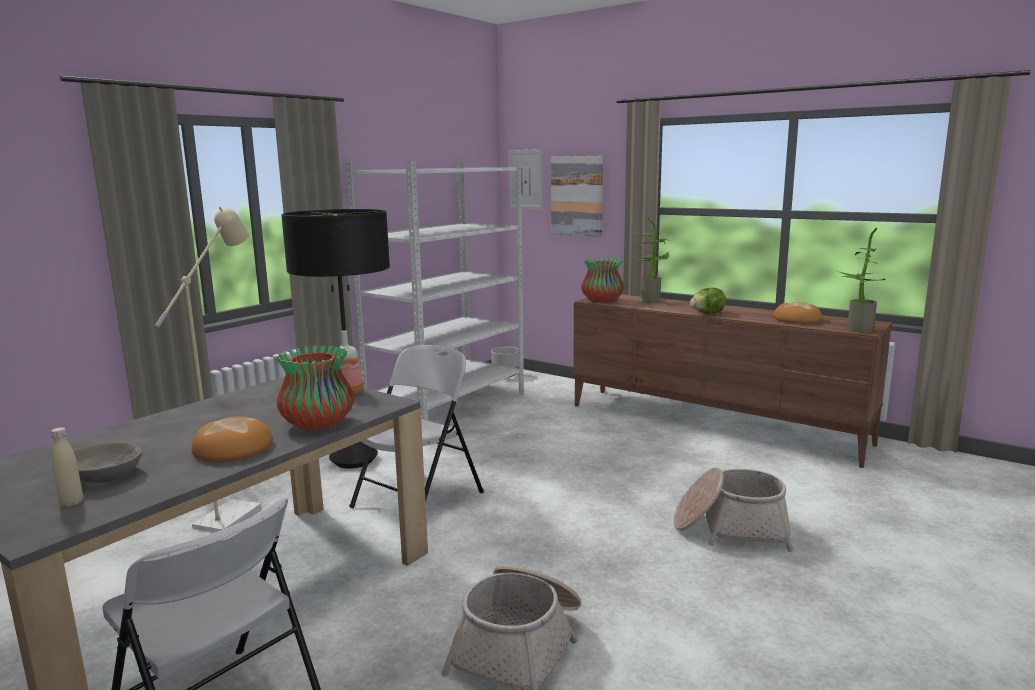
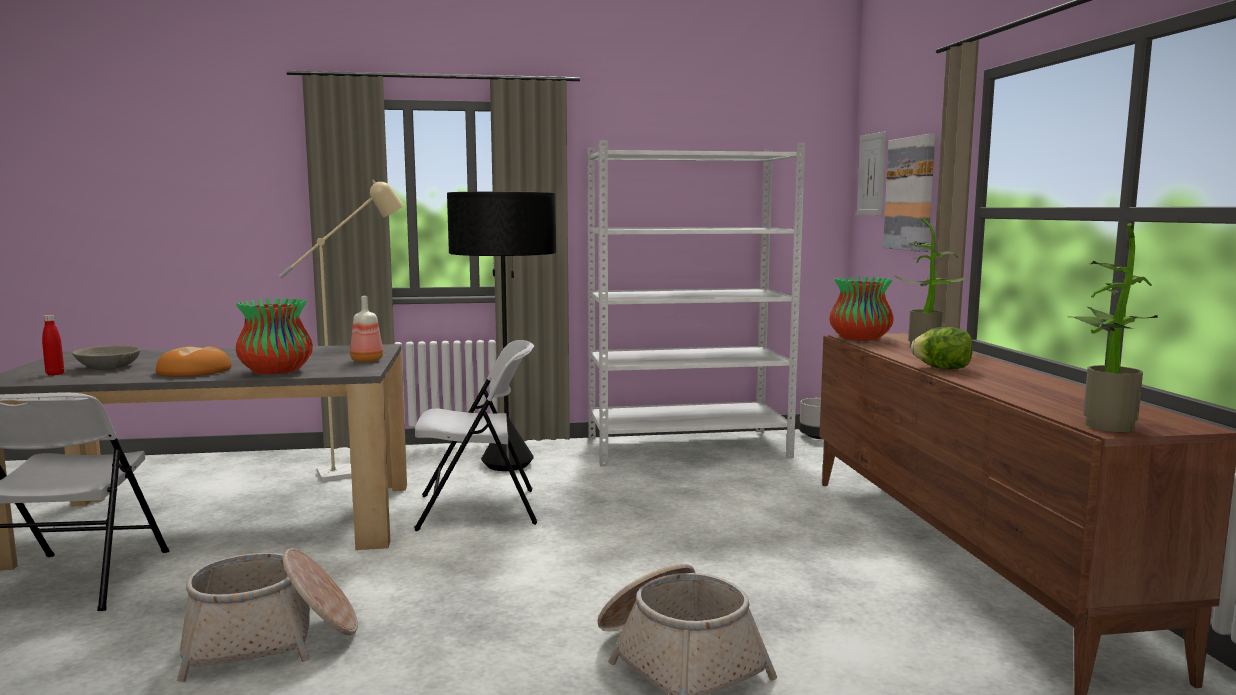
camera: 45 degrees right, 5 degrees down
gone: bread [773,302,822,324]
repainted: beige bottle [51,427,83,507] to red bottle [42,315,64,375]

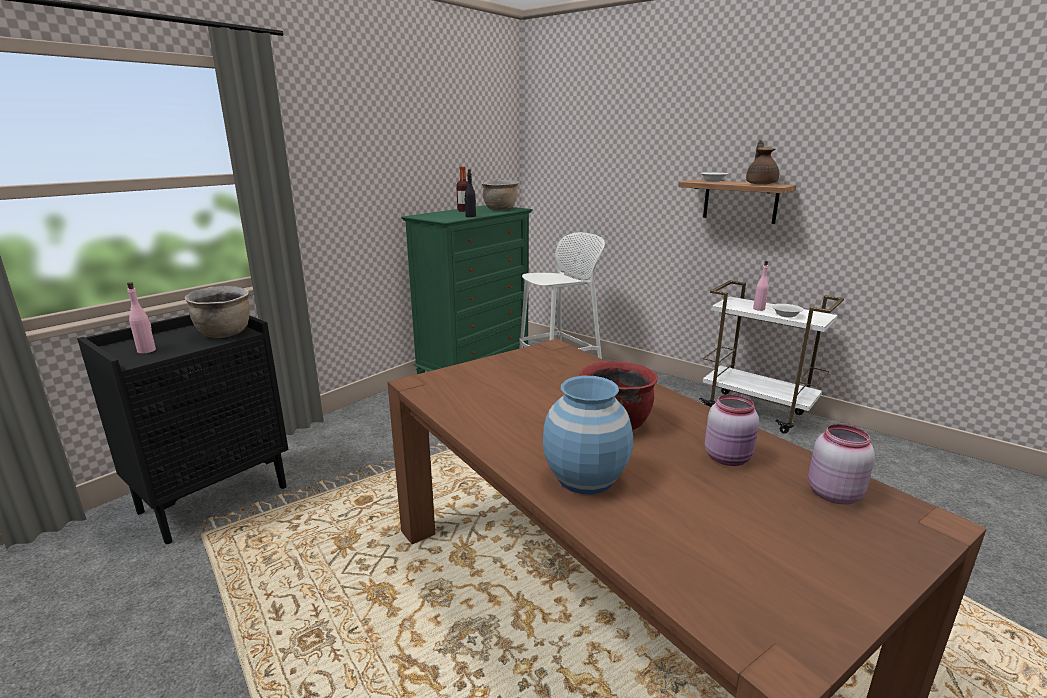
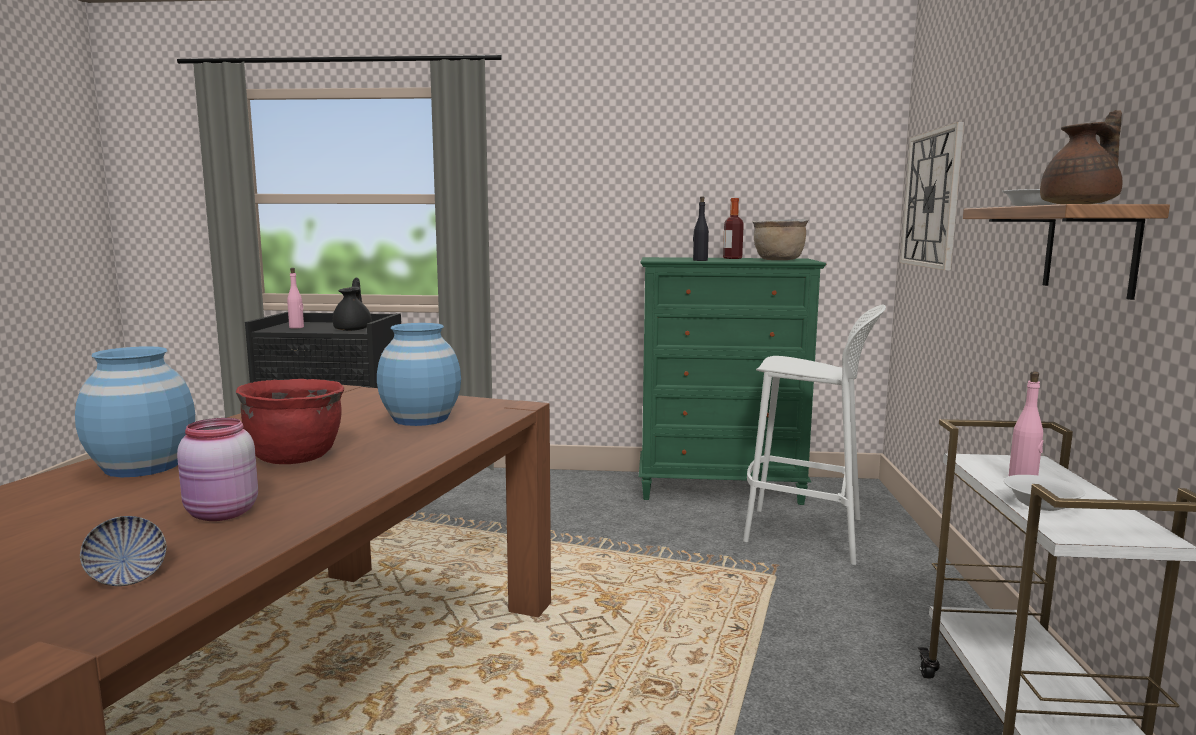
camera: 55 degrees right, 10 degrees down
new: wall clock [900,122,964,270]; blue vase [377,323,461,426]
swapped: brown cooking pot [185,286,250,338] to black teapot [333,277,372,331]; pink jar [808,424,875,505] to bowl [80,516,167,586]

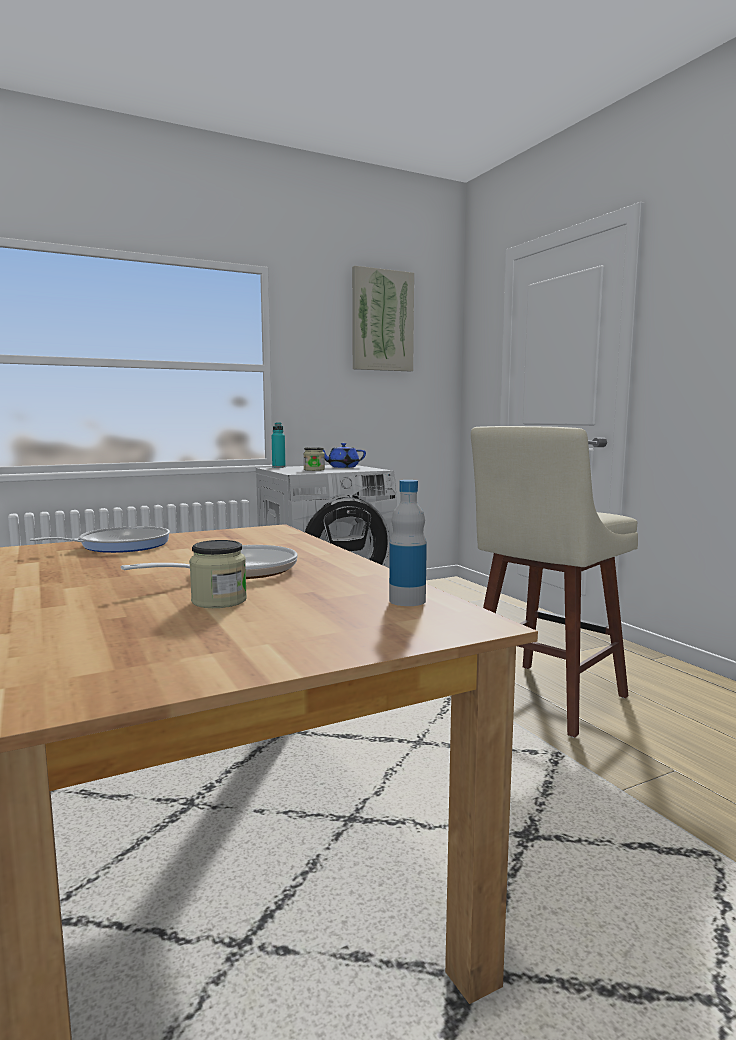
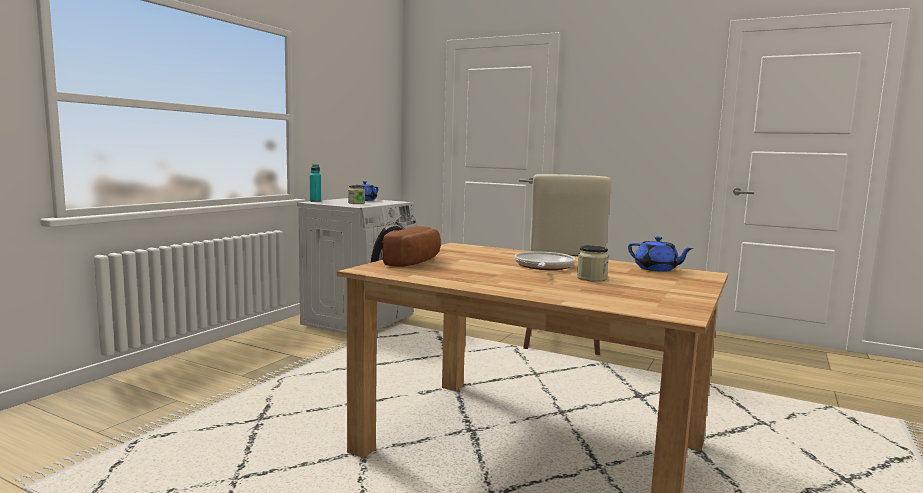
camera: 35 degrees left, 0 degrees up
gone: picture [352,266,414,371]
swapped: bottle [389,480,427,606] to blue teapot [628,236,694,272]; frying pan [29,526,170,553] to bread [383,226,441,267]

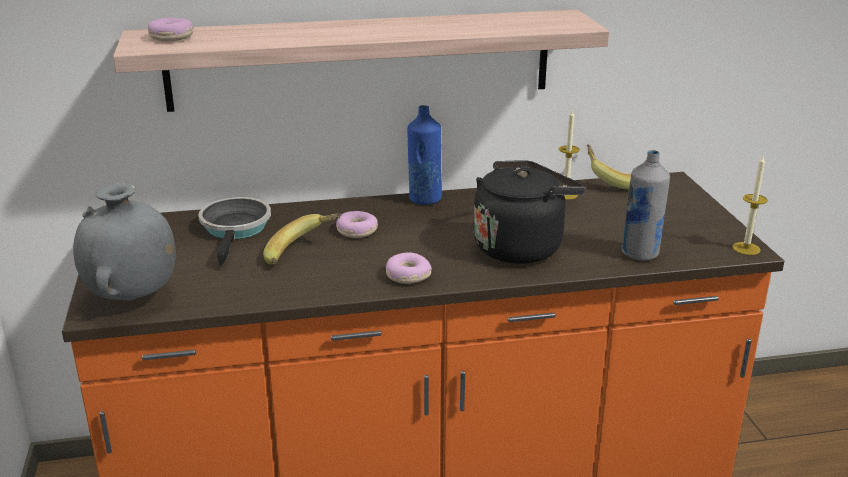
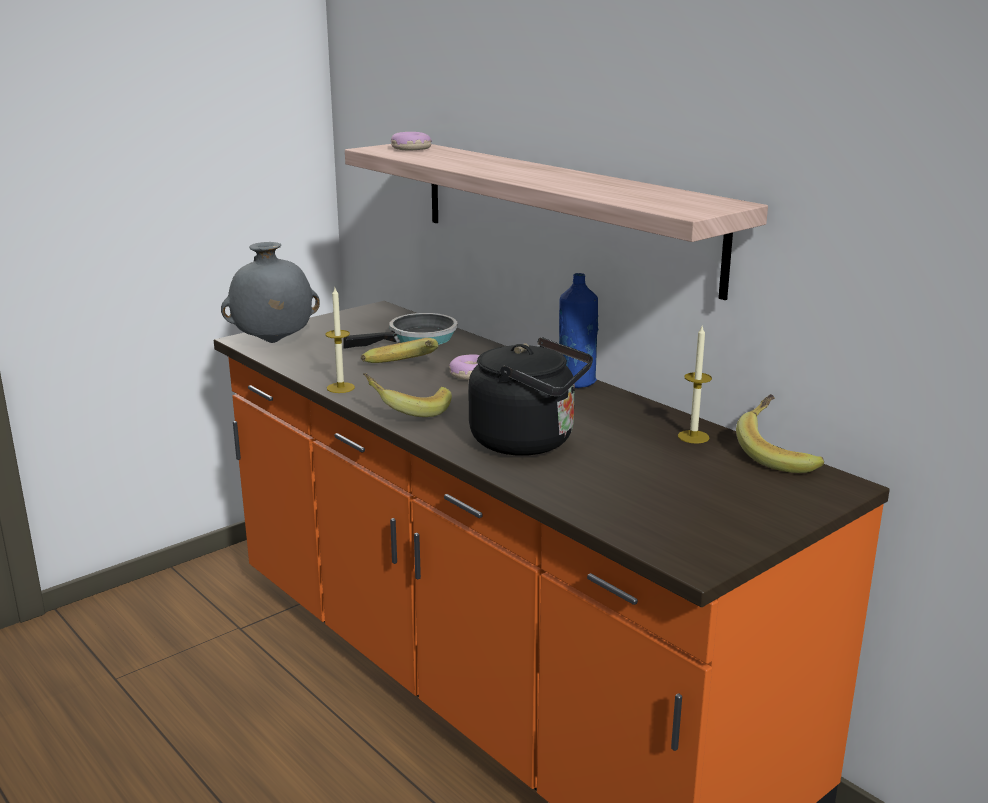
camera: 60 degrees right, 5 degrees down
gone: grey bottle [621,150,670,261]
shifted: candle [732,154,768,255] to [326,288,355,393]
swapped: donut [386,252,432,284] to banana [363,373,452,417]

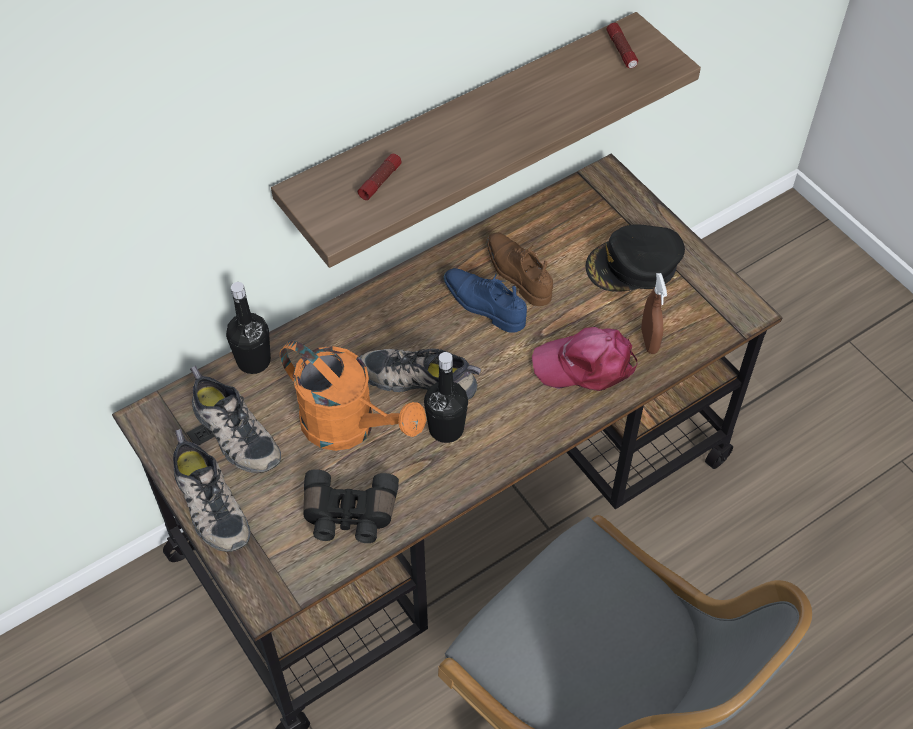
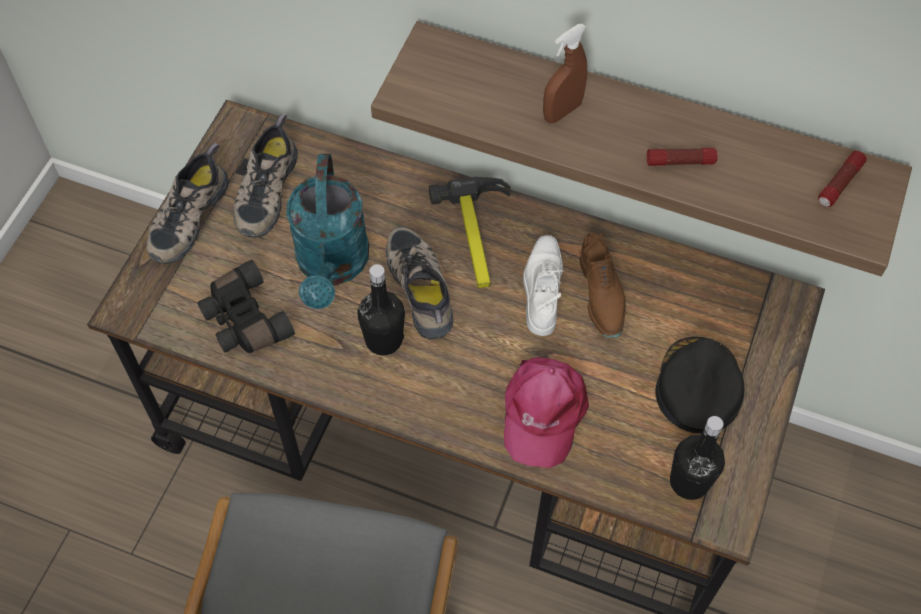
camera: 55 degrees right, 5 degrees up
new: hammer [429,177,511,288]
shifted: flashlight [358,154,401,200] to [647,148,718,166]; brown spray bottle [641,273,667,354] to [543,24,587,123]; black bottle [226,282,271,374] to [670,416,725,500]
repainted: blue shoe [443,268,527,333] to white shoe [523,235,563,336]; orange watering can [280,341,426,451] to turquoise watering can [286,154,369,309]
rotated: black cap [586,225,685,292] = [656,337,744,434] 60 degrees clockwise; brown shoe [487,233,553,306] = [580,232,626,338] 150 degrees clockwise; pink cap [532,327,637,391] = [504,357,589,468] 135 degrees counterclockwise

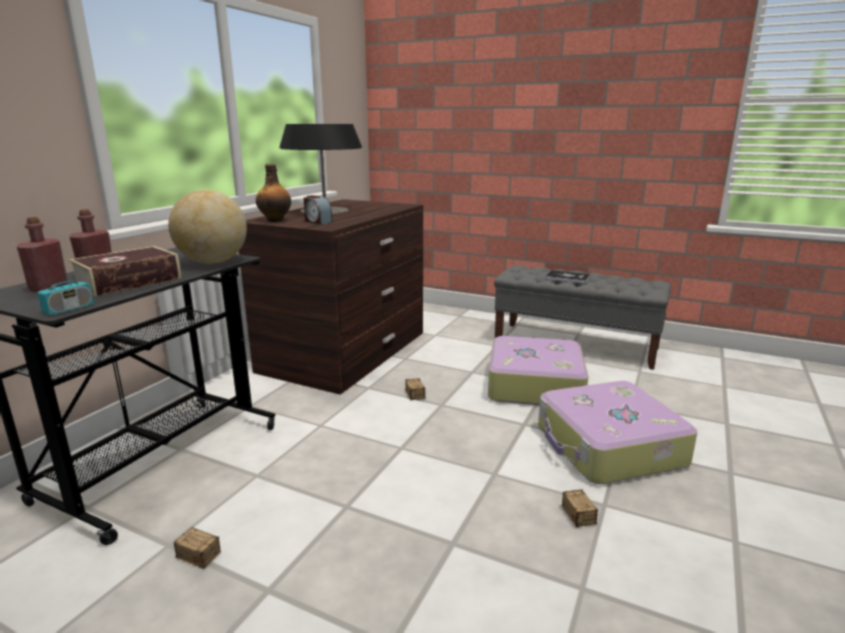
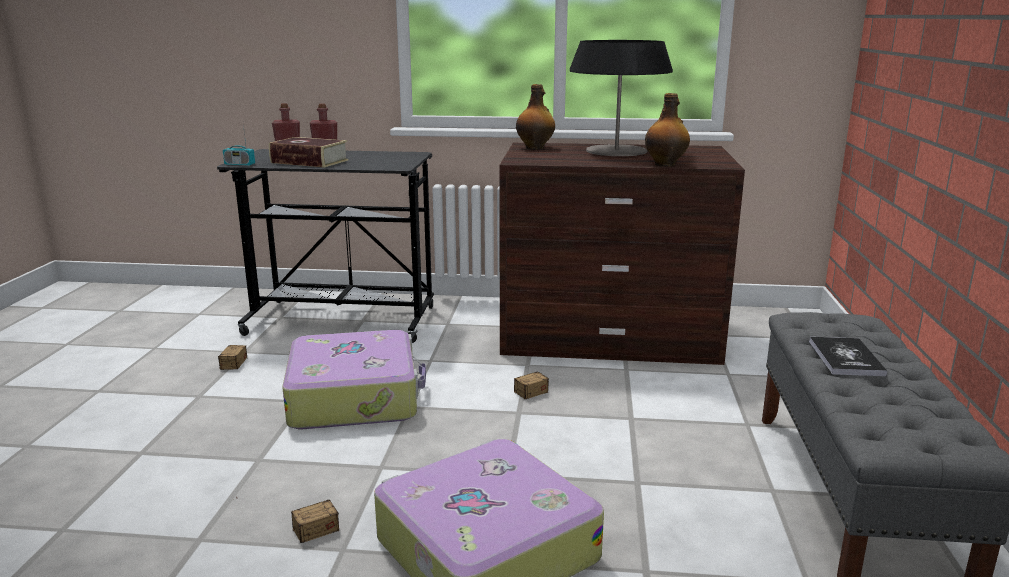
camera: 70 degrees right, 0 degrees up
gone: globe [168,190,247,264]; alarm clock [304,195,332,224]
new: bottle [645,93,690,167]
shifted: suitcase [488,336,588,405] to [282,330,426,429]

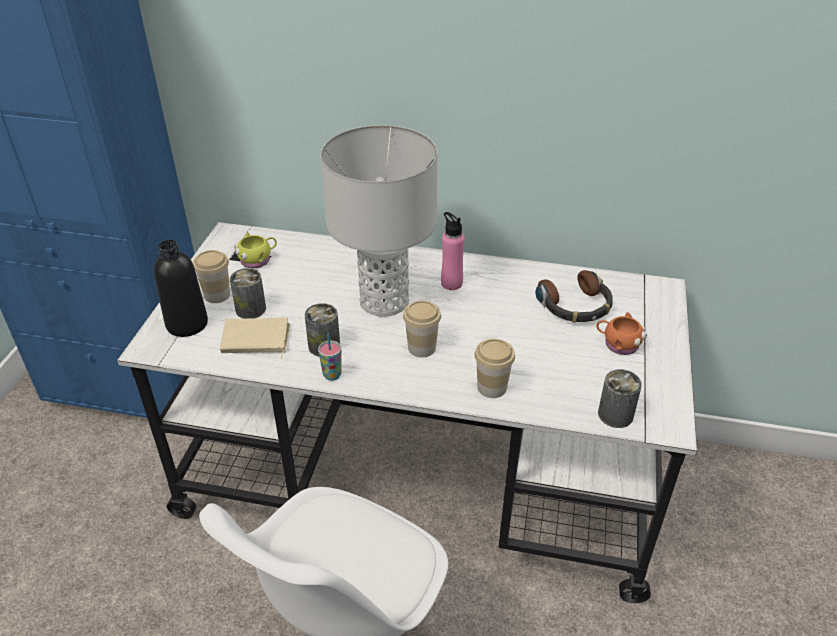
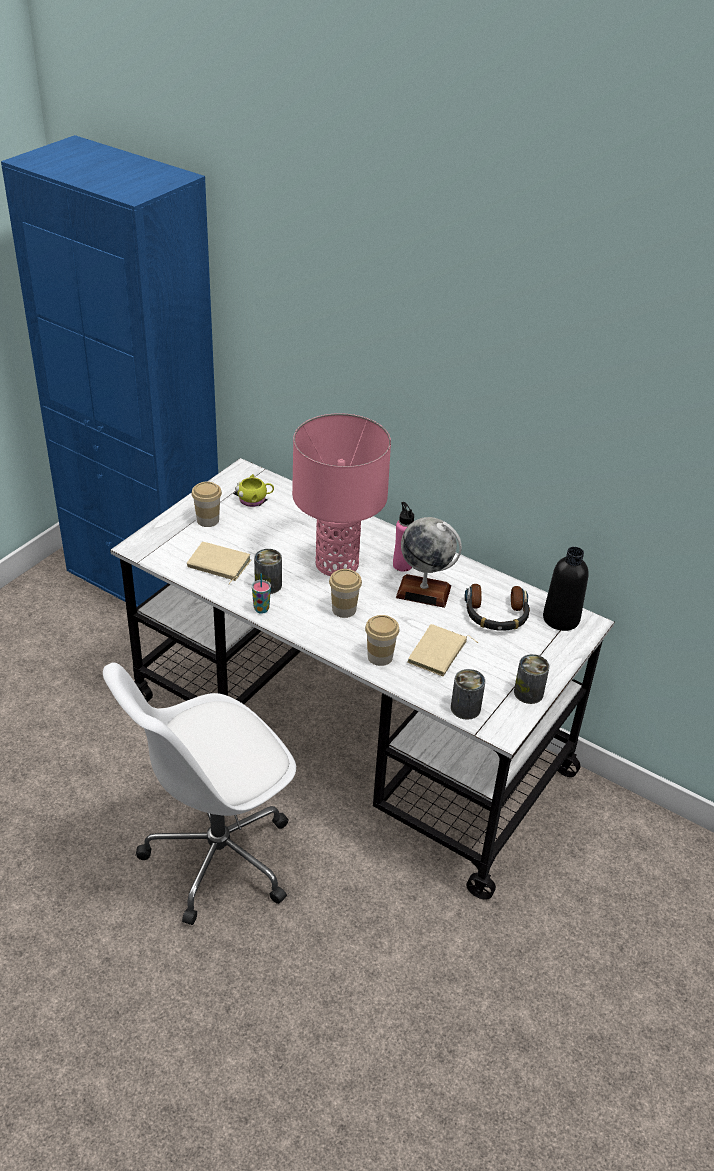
camera: 20 degrees right, 0 degrees up
gone: orange mug [596,312,647,355]
new: globe [396,517,462,608]; beige book [407,624,478,677]
shifted: black bottle [154,239,208,337] to [543,547,588,631]; can [230,268,266,319] to [514,654,550,704]
repainted: white table lamp [321,125,438,317] to pink table lamp [292,413,391,576]

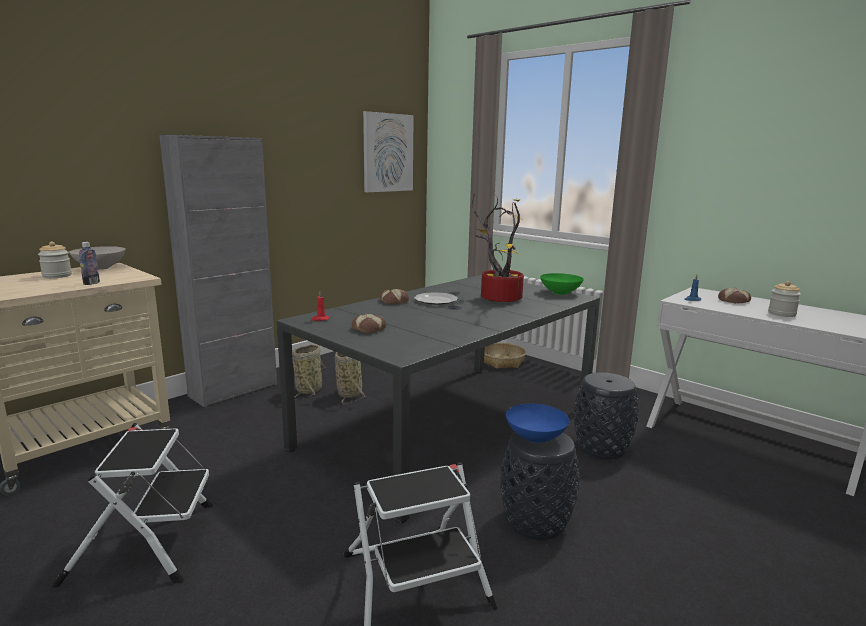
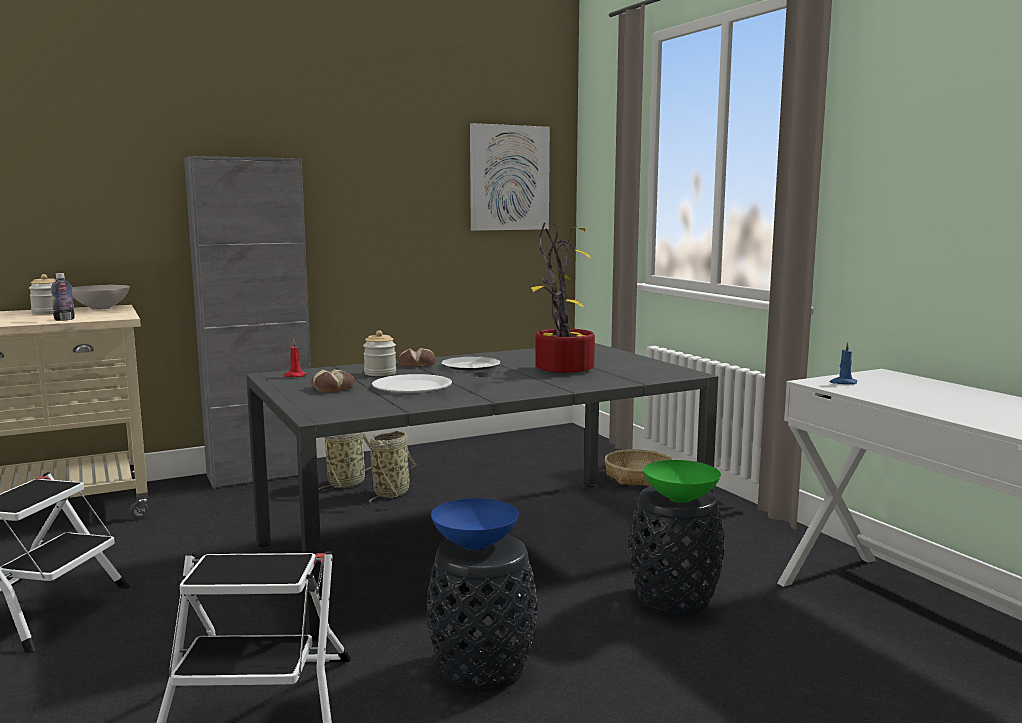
camera: 20 degrees right, 5 degrees down
gone: bread [718,288,751,303]
new: white plate [372,374,452,393]
shifted: green bowl [540,273,584,295] to [644,460,721,503]; jar [768,281,801,317] to [363,330,396,376]

